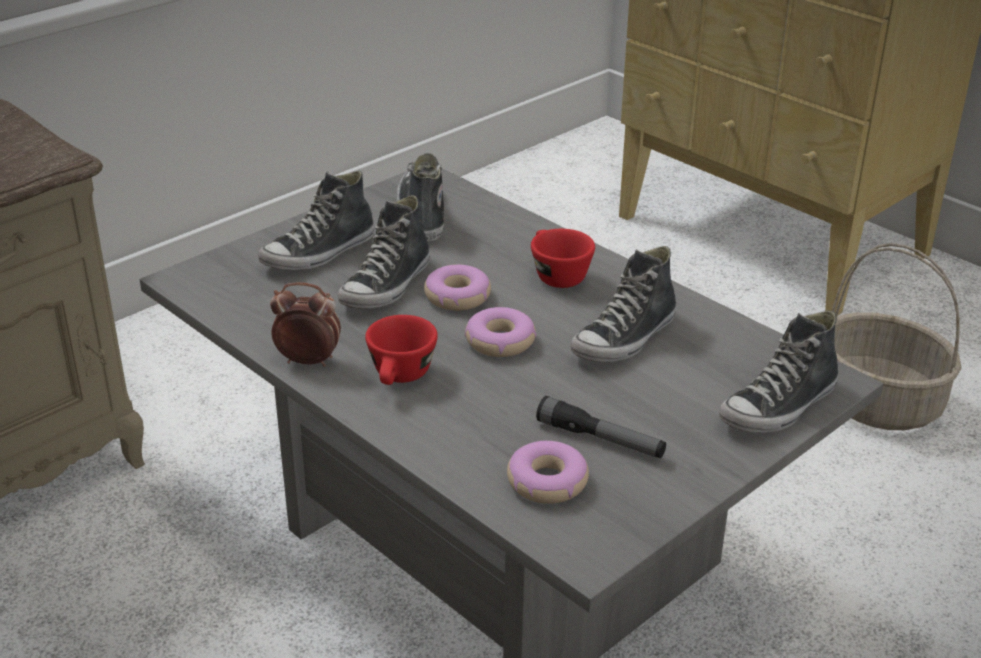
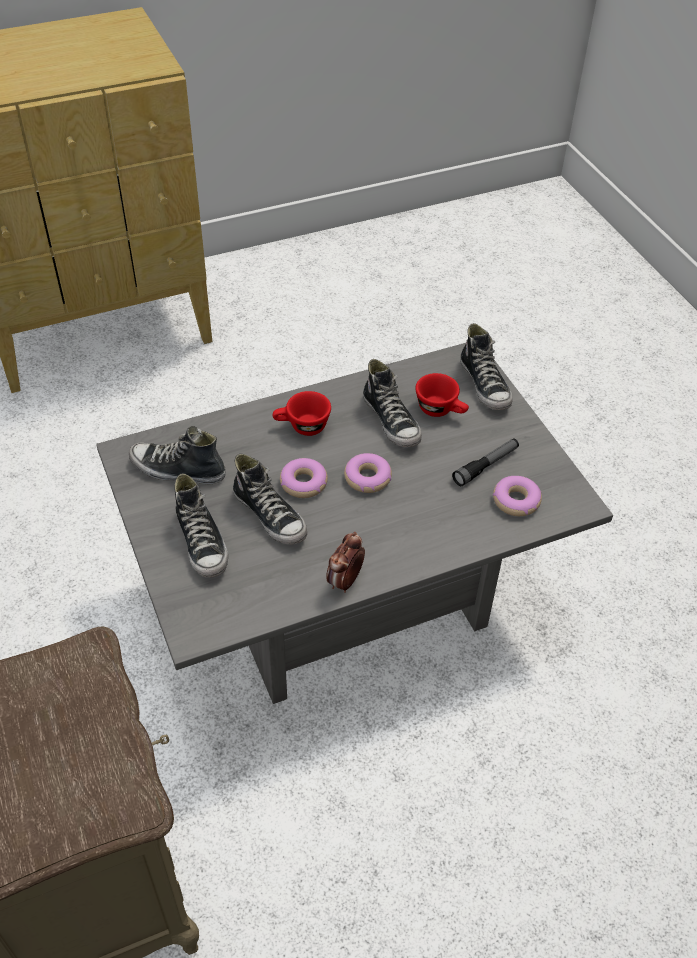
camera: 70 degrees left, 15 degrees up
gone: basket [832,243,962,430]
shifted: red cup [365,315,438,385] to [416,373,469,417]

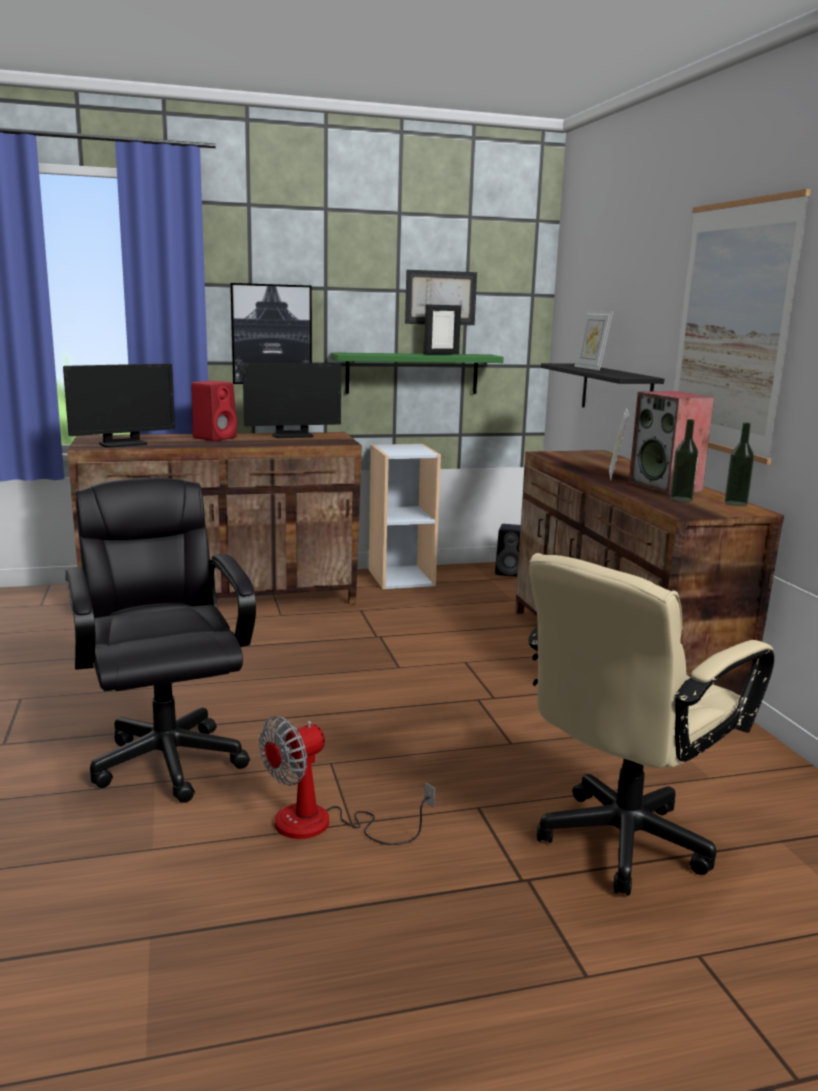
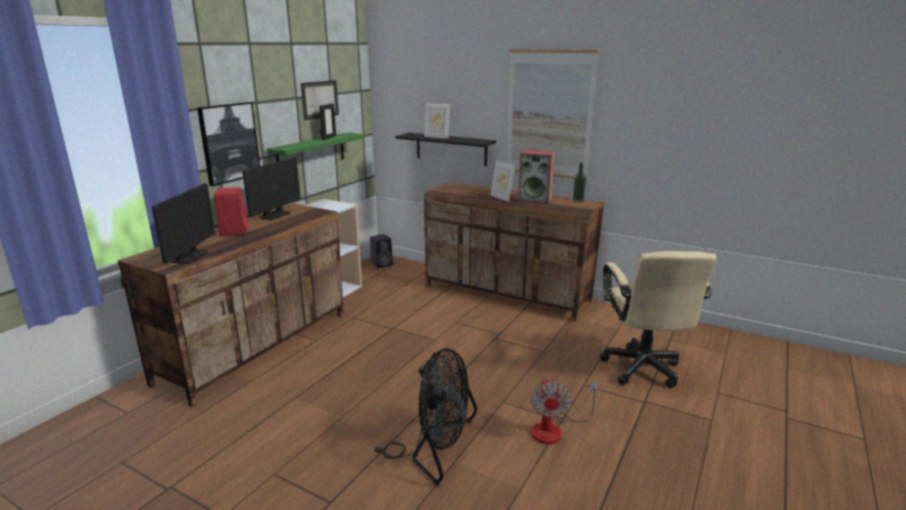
camera: 45 degrees left, 5 degrees up
gone: bottle [670,419,698,502]
swapped: black office chair [65,478,256,803] to black fan [374,348,477,486]

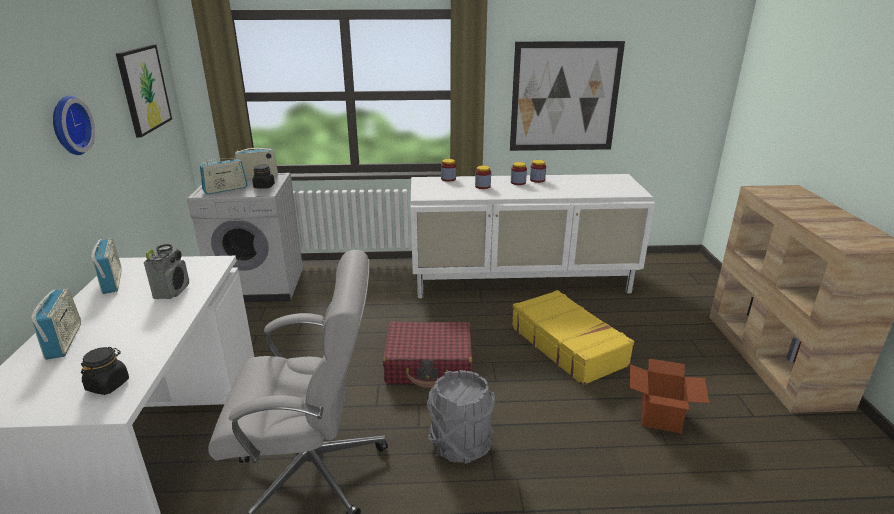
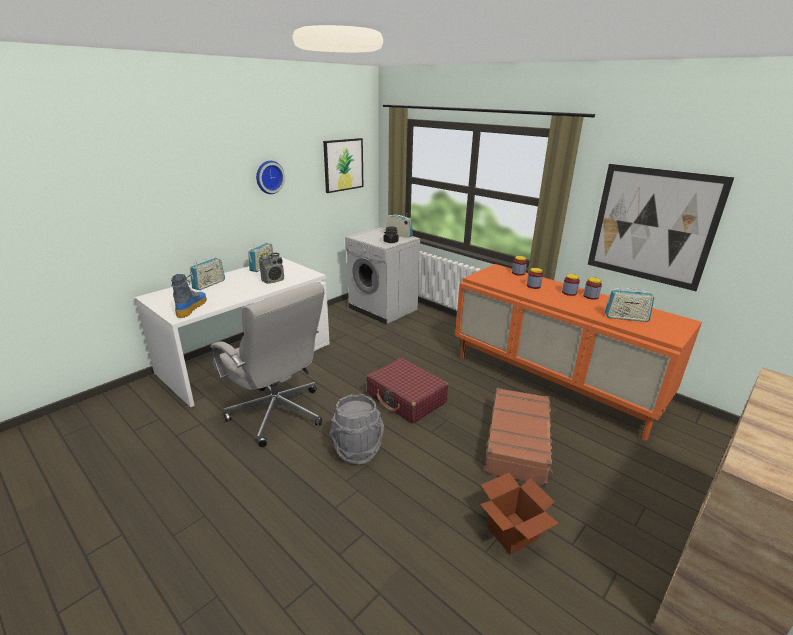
camera: 45 degrees right, 0 degrees up
shifted: radio [199,158,248,194] to [605,285,654,322]
swapped: black jar [81,347,129,395] to boot [171,274,207,318]
repainted: white cabinet [411,174,655,298] to orange cabinet [455,264,702,440]; yellow suitcase [512,290,634,386] to brown suitcase [484,388,553,486]

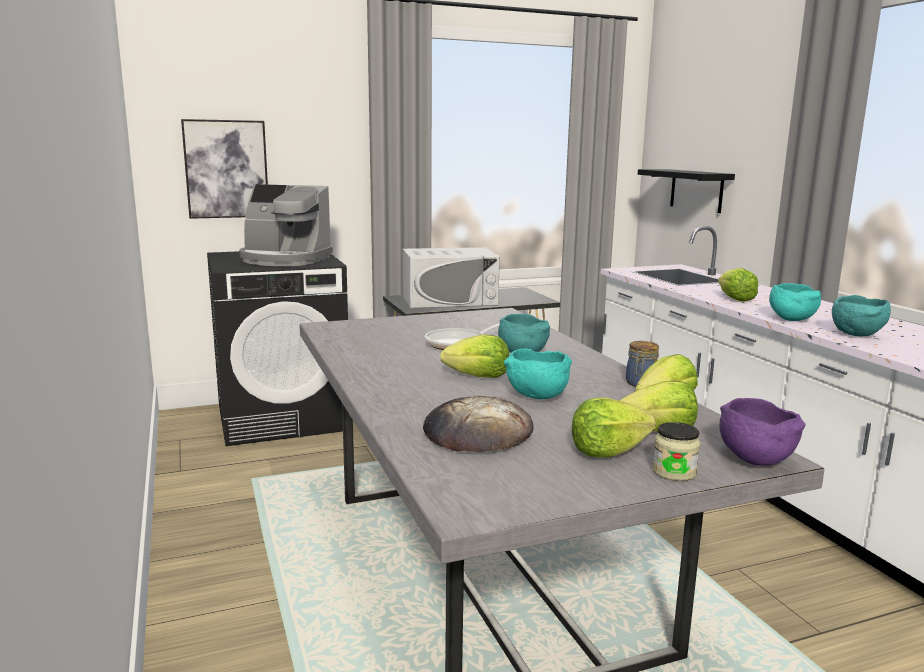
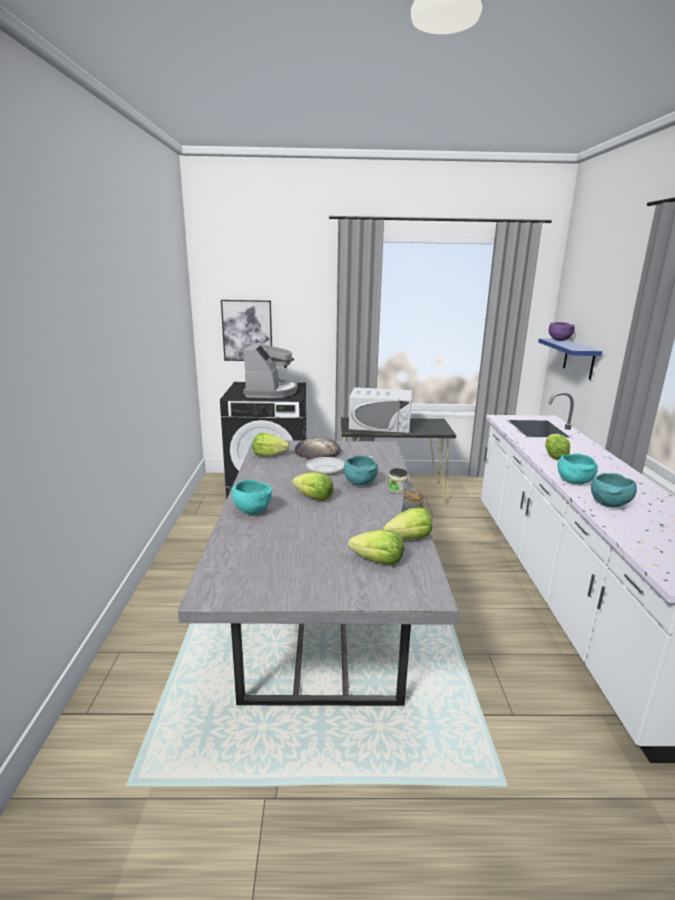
camera: 20 degrees right, 5 degrees up
shifted: turquoise bowl [504,348,572,399] to [231,480,272,514]; bread [423,396,534,452] to [295,437,341,459]; lettuce [572,397,656,458] to [253,433,289,457]; purple bowl [719,398,806,466] to [548,322,575,341]; jar [652,422,700,481] to [388,468,408,494]
repainted: black shelf [638,169,735,213] to blue shelf [538,338,602,380]
rotated: coffee machine [239,184,333,266] = [243,343,298,398] 120 degrees counterclockwise

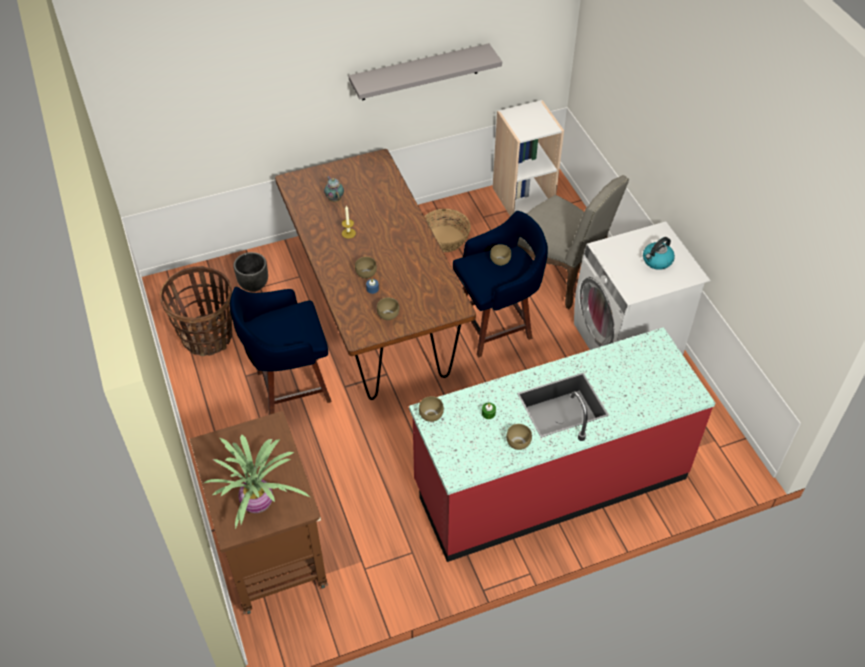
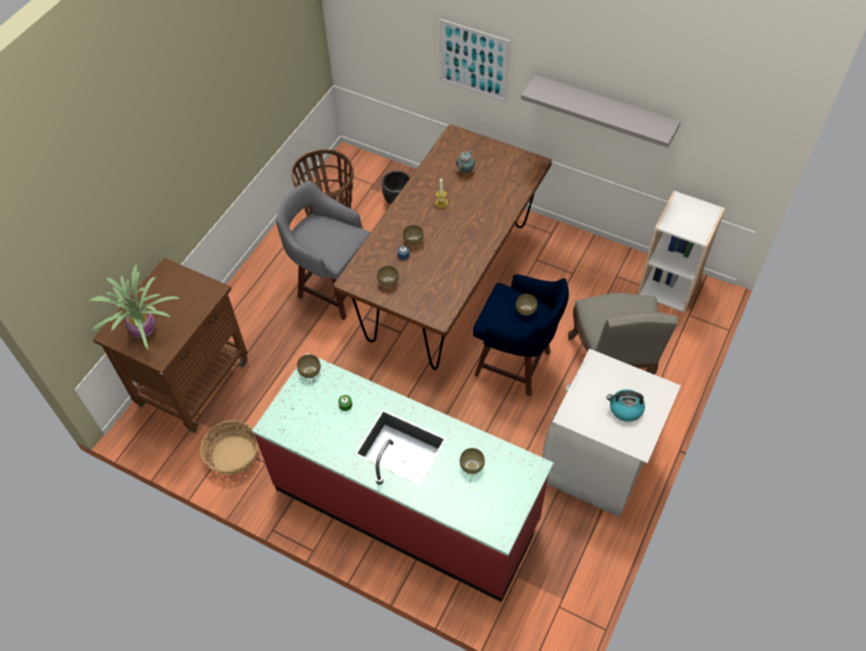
camera: 50 degrees right, 5 degrees up
new: picture [439,19,510,102]
shifted: basket [424,209,471,252] to [200,420,258,474]; brown bowl [506,424,532,450] to [460,448,485,474]
repainted: blue stool [230,287,332,415] to grey stool [276,181,370,320]

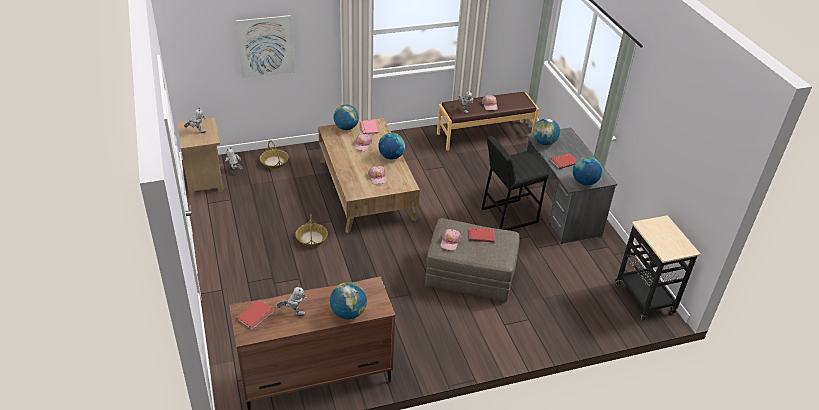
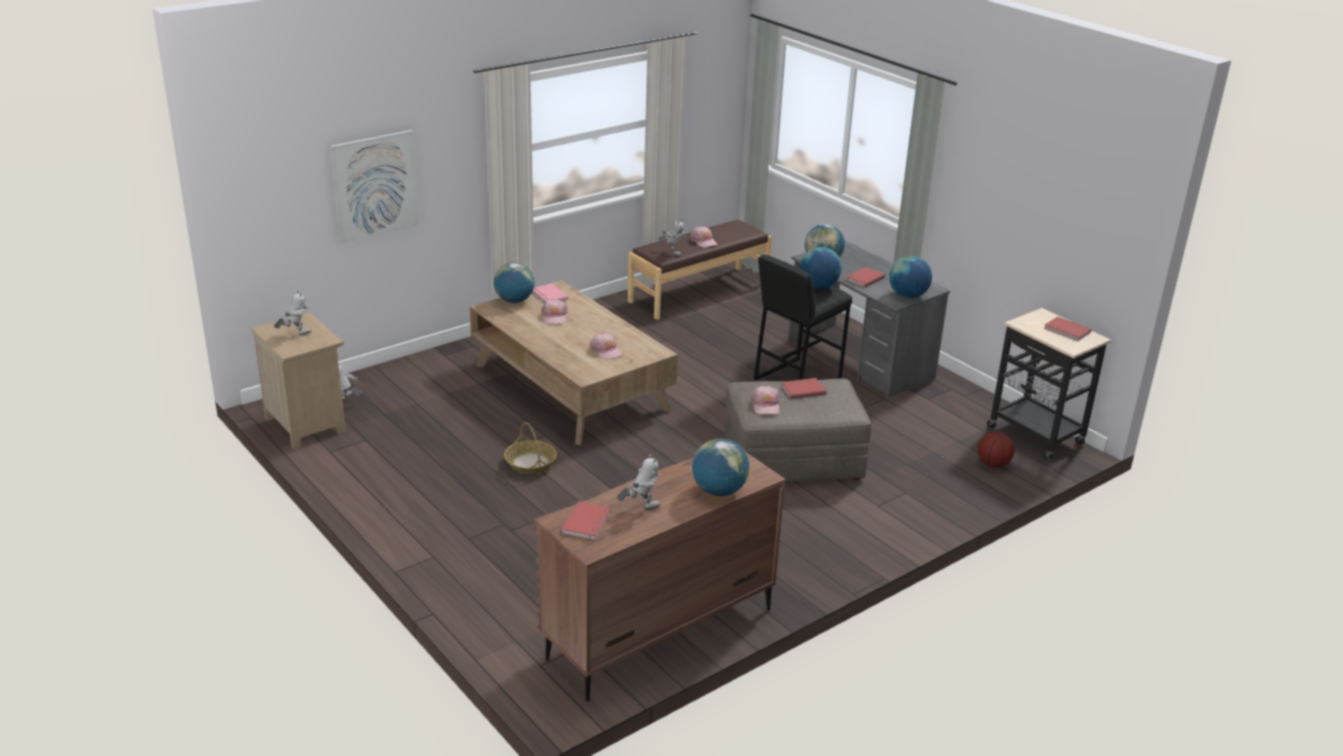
camera: 20 degrees left, 10 degrees down
gone: basket [260,140,289,169]
new: red book [1044,317,1092,341]; basketball [977,432,1015,468]
shifted: globe [378,133,405,159] to [800,247,842,289]

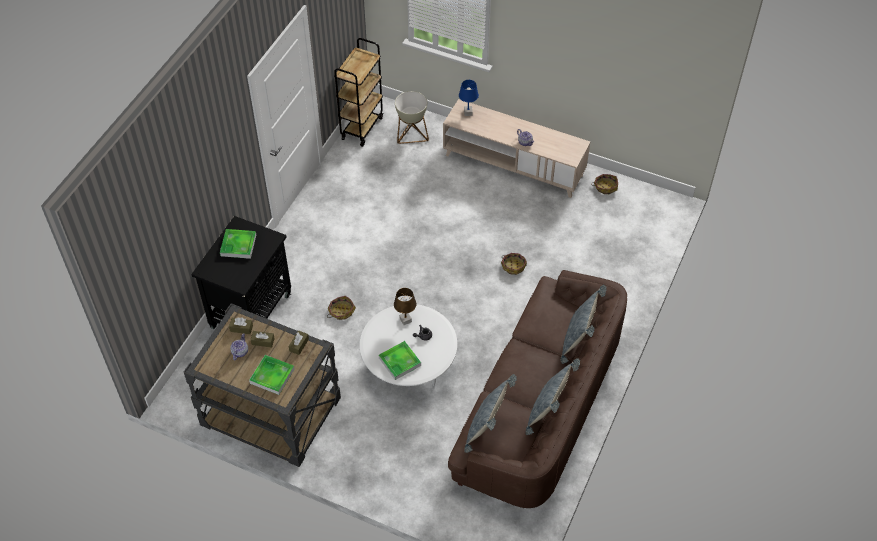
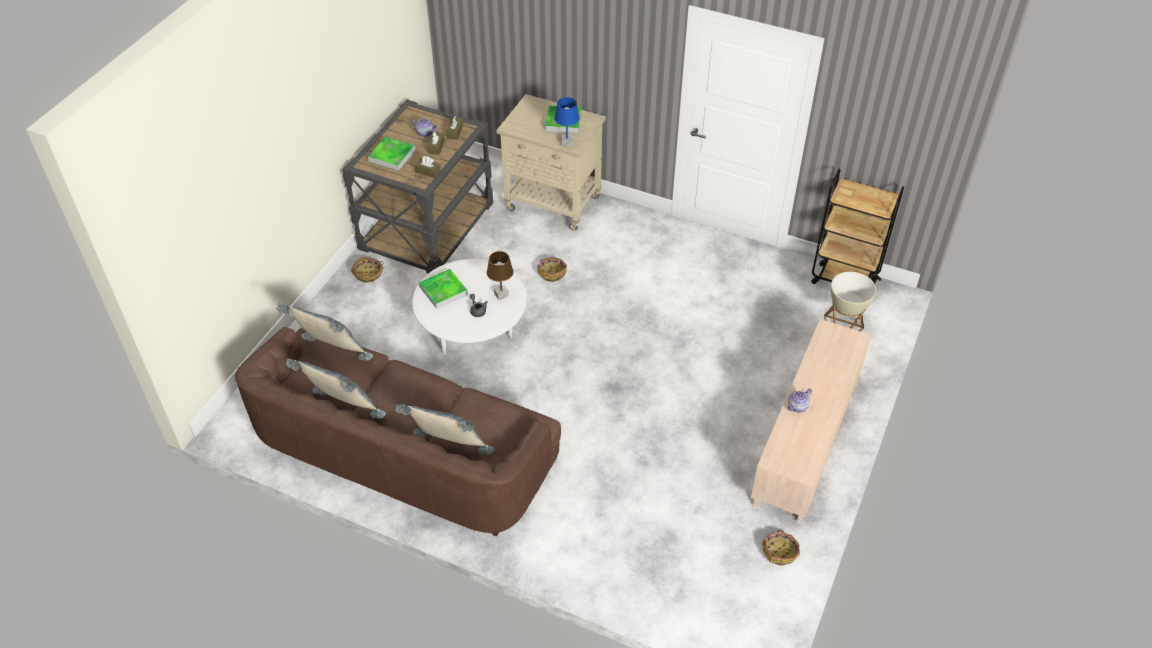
camera: 90 degrees right, 5 degrees down
shifted: blue table lamp [459,80,479,116] to [554,97,580,146]; basket [501,253,527,275] to [351,257,384,283]
repainted: black cart [191,216,292,329] to beige cart [496,94,606,231]

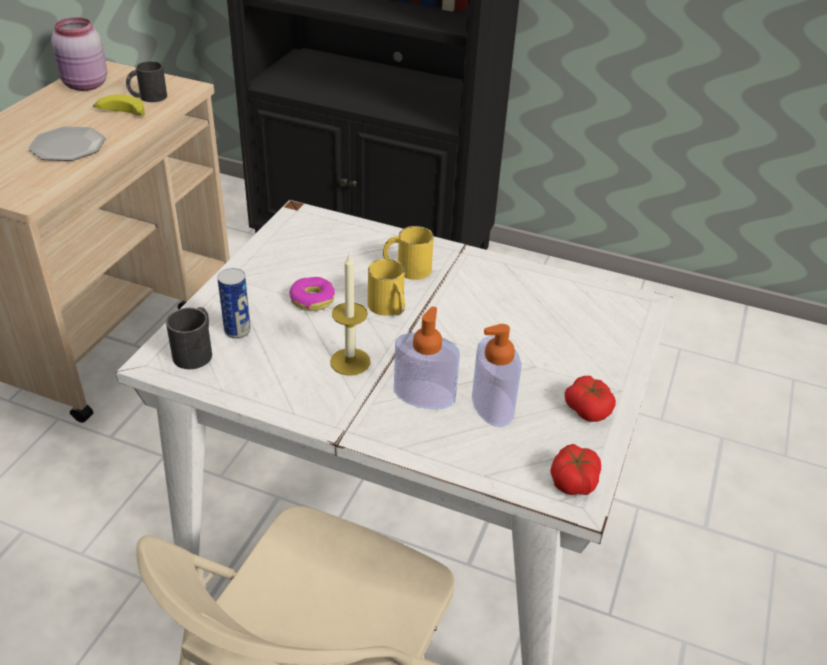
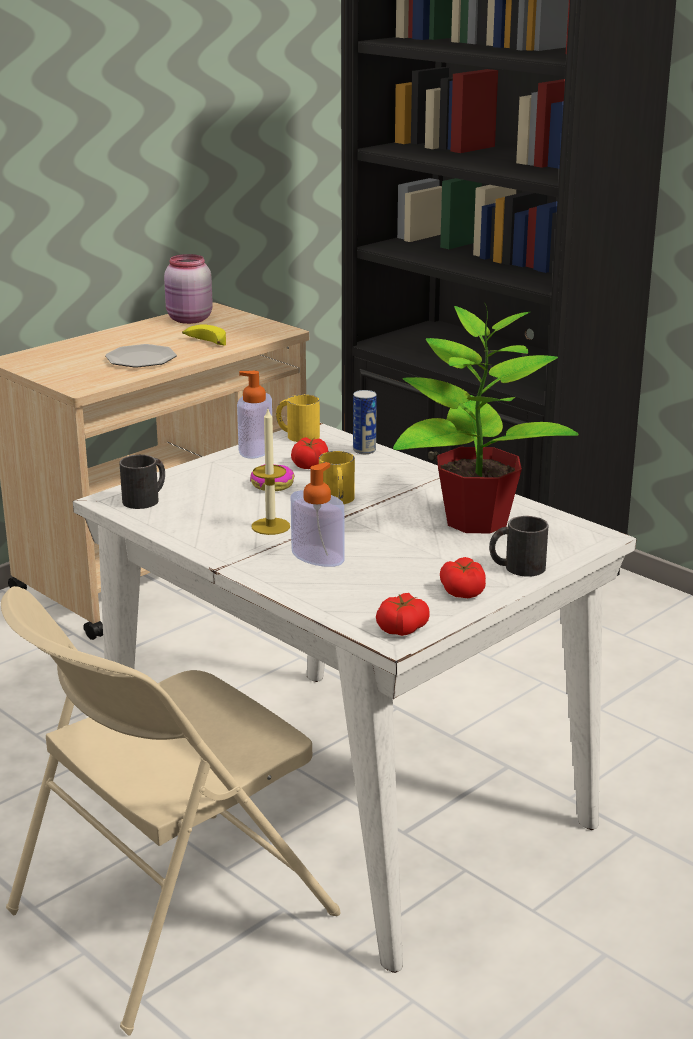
camera: 25 degrees right, 15 degrees down
new: potted plant [393,302,579,533]; tomato [291,437,328,469]
shifted: black mug [126,61,167,102] to [489,516,549,577]; yellow mug [383,226,434,280] to [276,394,320,442]; can [217,268,251,339] to [353,390,377,454]; soap dispenser [472,324,522,427] to [237,371,272,459]

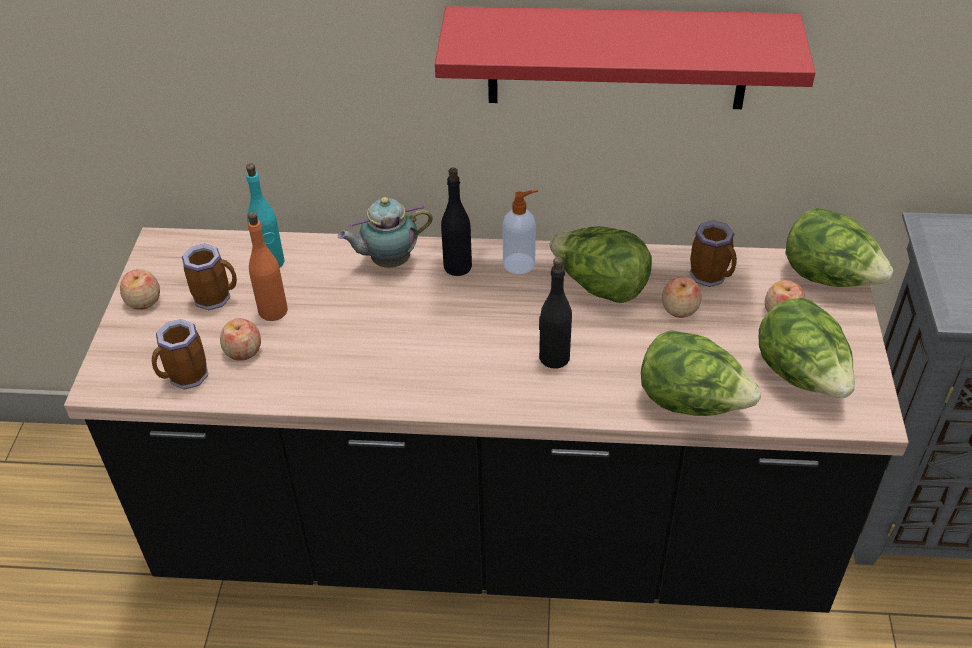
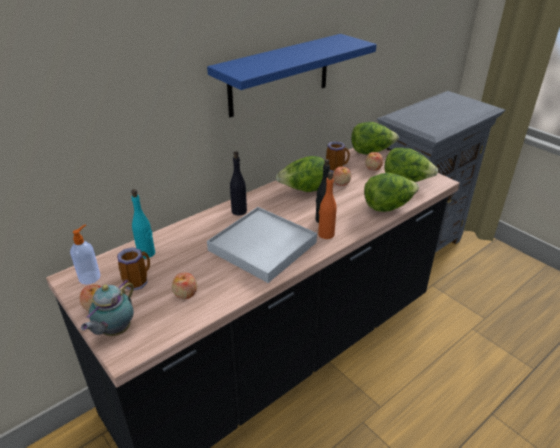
camera: 45 degrees left, 10 degrees down
gone: mug [152,319,208,390]
new: white tray [207,207,317,283]
shifted: soap dispenser [502,189,538,274] to [70,225,100,285]; teapot [338,197,433,268] to [81,280,134,336]; orange bottle [248,212,288,321] to [318,172,337,239]
repainted: red shelf [435,6,815,109] to blue shelf [207,34,377,117]

